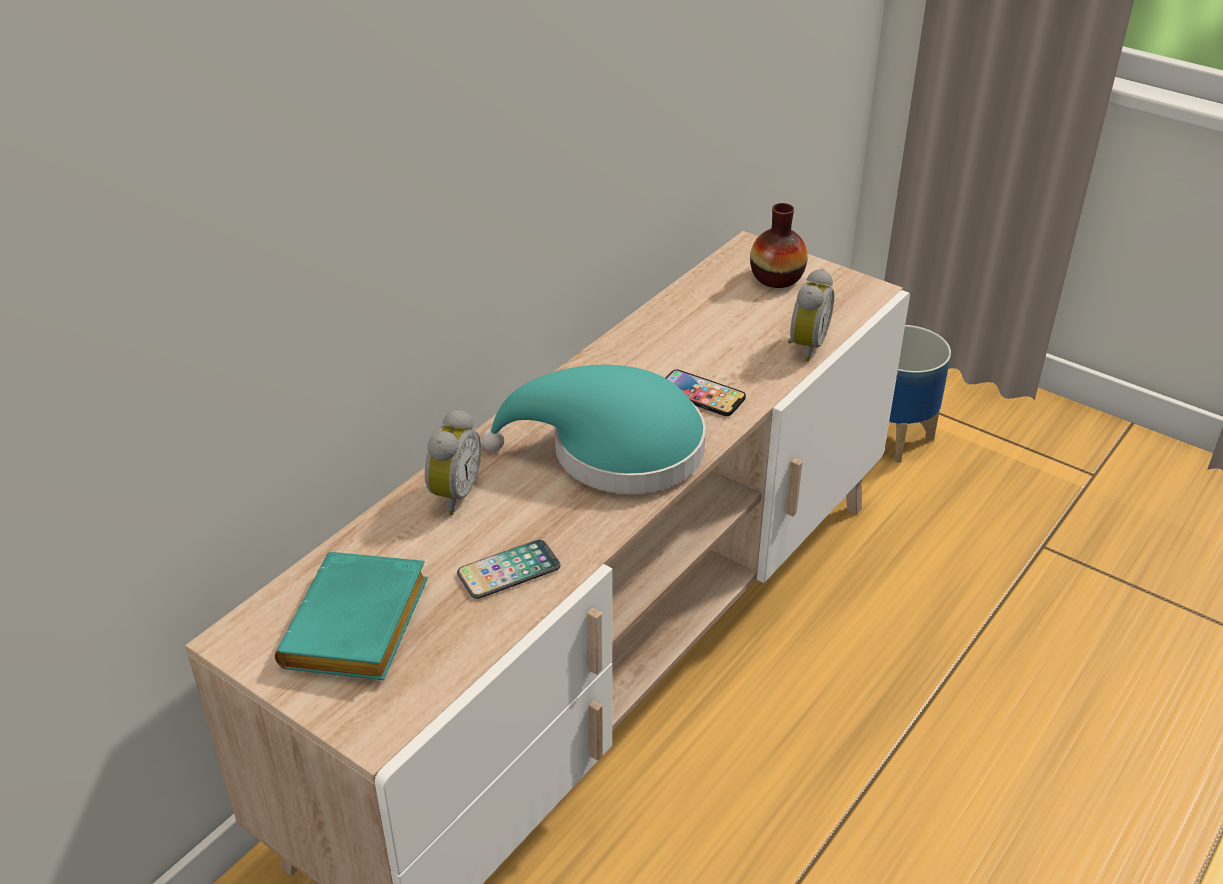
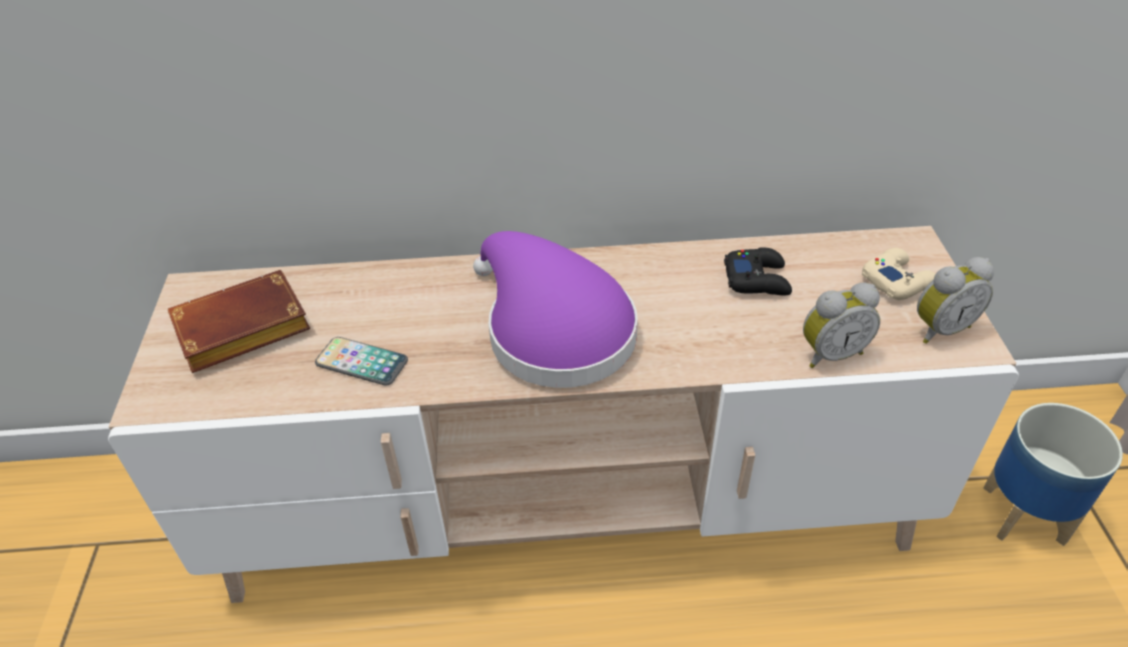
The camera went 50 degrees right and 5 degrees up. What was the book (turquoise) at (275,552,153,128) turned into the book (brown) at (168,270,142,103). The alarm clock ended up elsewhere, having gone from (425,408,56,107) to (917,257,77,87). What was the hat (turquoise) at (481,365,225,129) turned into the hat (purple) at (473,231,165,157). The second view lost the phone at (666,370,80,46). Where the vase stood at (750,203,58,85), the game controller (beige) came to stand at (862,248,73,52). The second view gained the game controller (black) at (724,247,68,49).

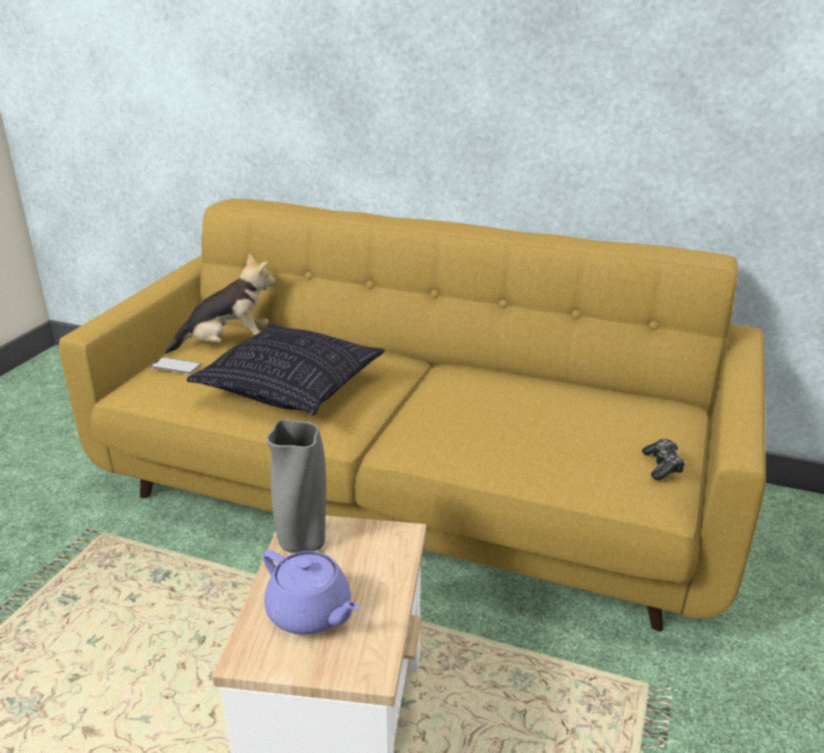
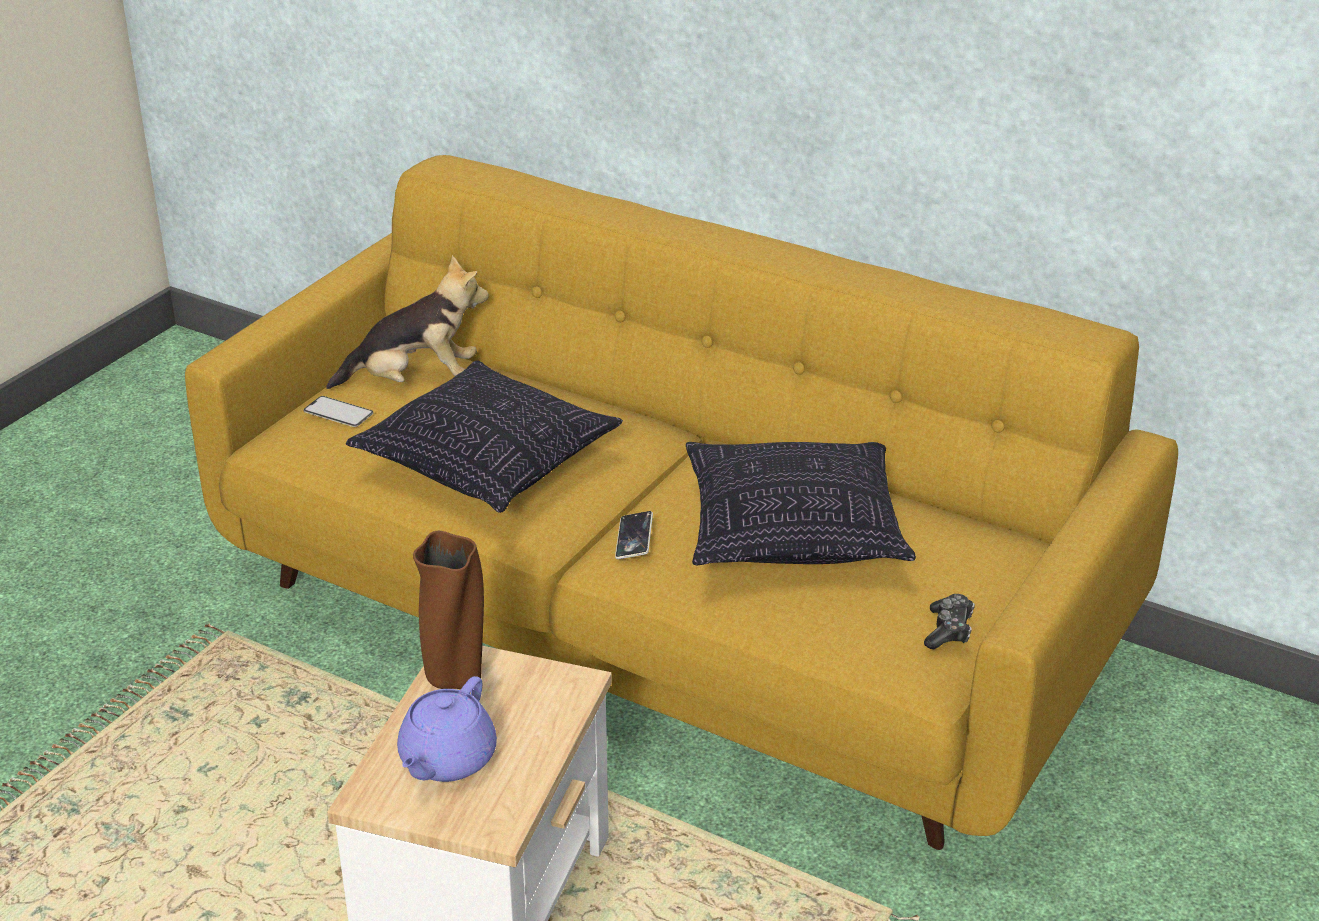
The camera went 10 degrees right and 5 degrees up. The teapot (purple) at (263,550,97,84) ended up facing another way, 60 degrees clockwise from before. What was the vase (grey) at (266,419,60,134) turned into the vase (brown) at (413,531,71,158). The second view gained the phone at (615,511,38,48). The second view gained the pillow at (686,442,230,123).

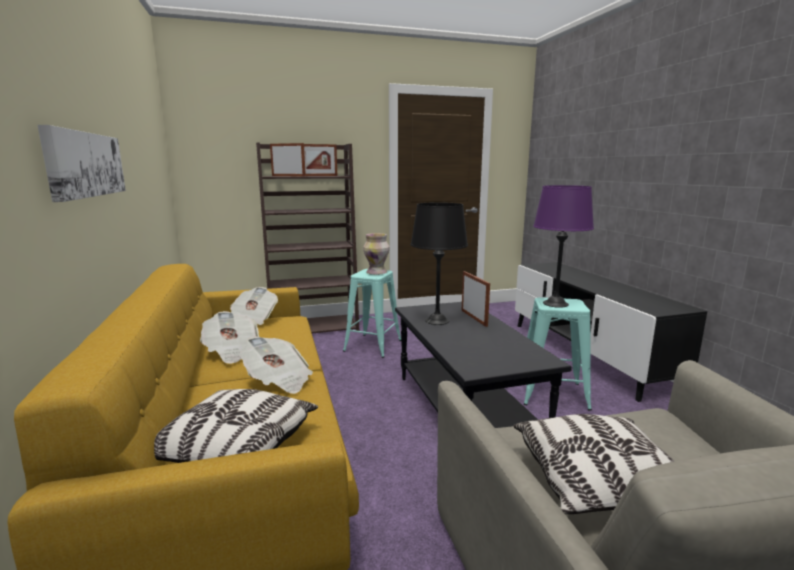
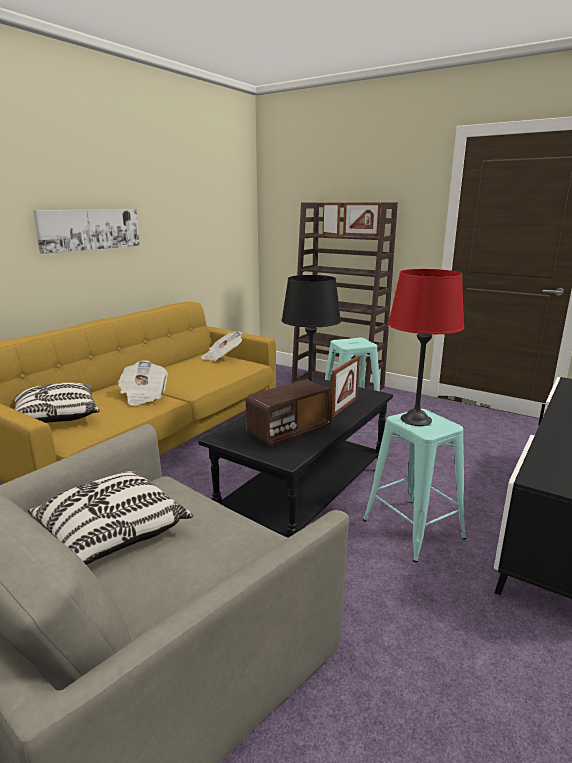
The camera went 50 degrees right and 5 degrees up. The second view lost the newspaper at (200,311,59,53). The second view lost the vase at (363,233,27,42). What was the table lamp (purple) at (533,185,61,123) turned into the table lamp (red) at (388,269,76,157). The second view gained the radio at (246,379,86,67).

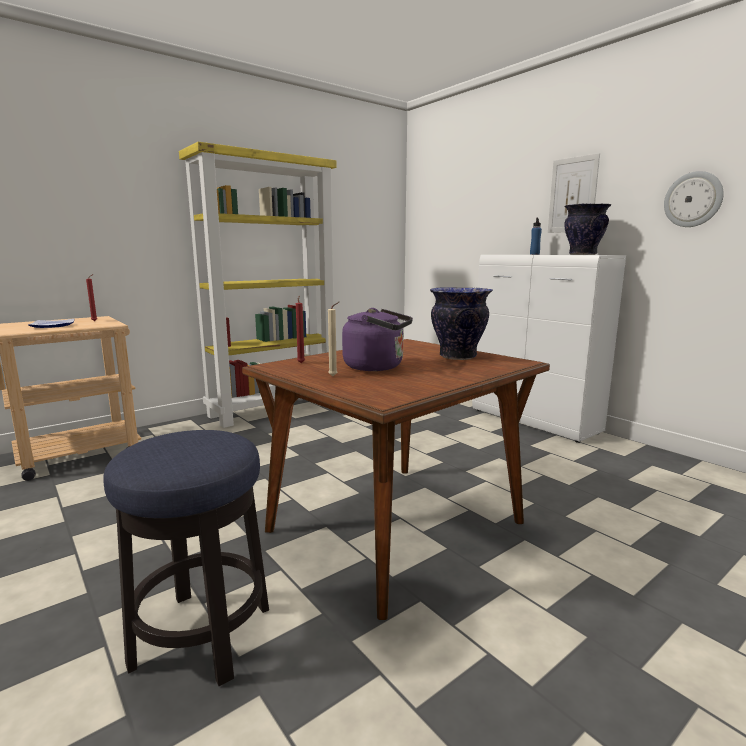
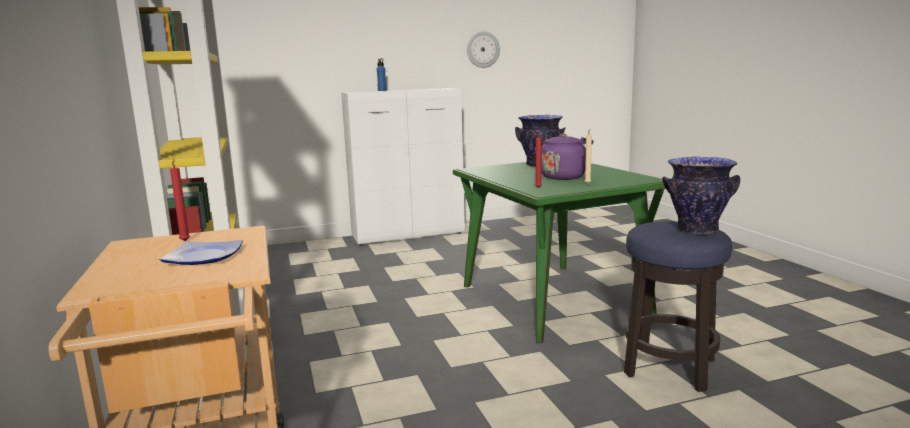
The camera went 70 degrees left and 0 degrees up. What was the dining table (brown) at (242,339,308,281) turned into the dining table (green) at (453,162,213,181). The second view lost the picture at (548,153,52,80). The vase ended up elsewhere, having gone from (564,203,47,52) to (662,157,78,77).

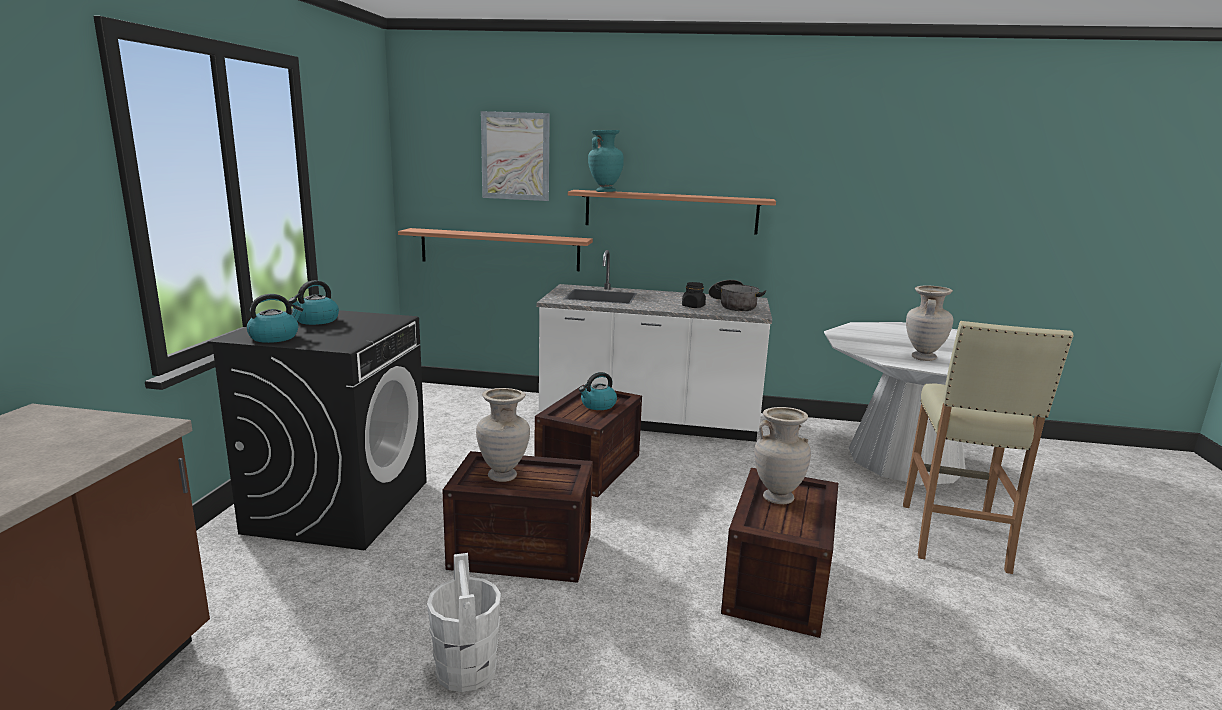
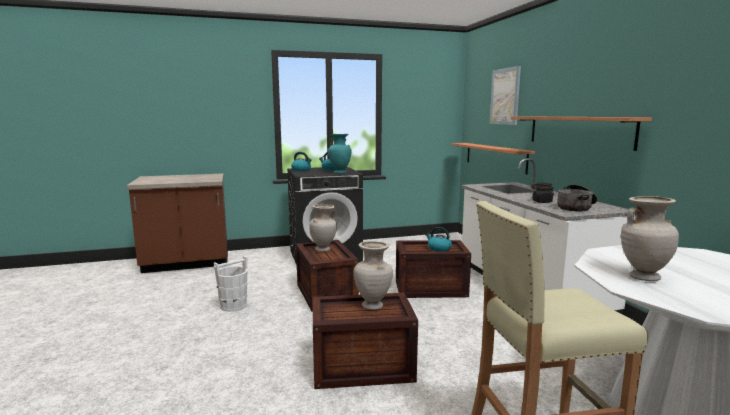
The camera went 65 degrees right and 5 degrees down. The vase (turquoise) ended up elsewhere, having gone from (588,130,36,62) to (328,134,23,39).

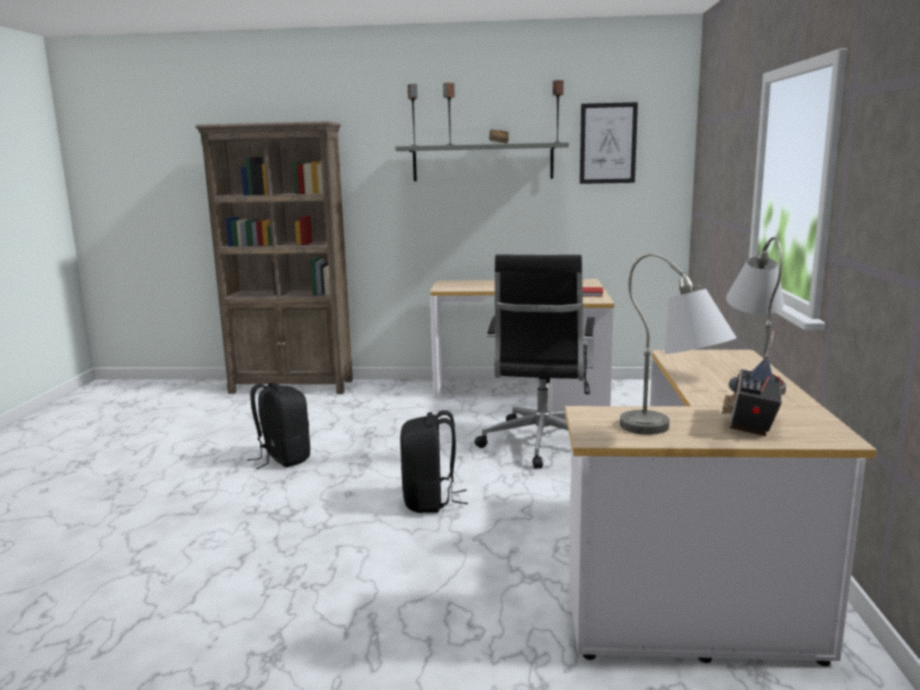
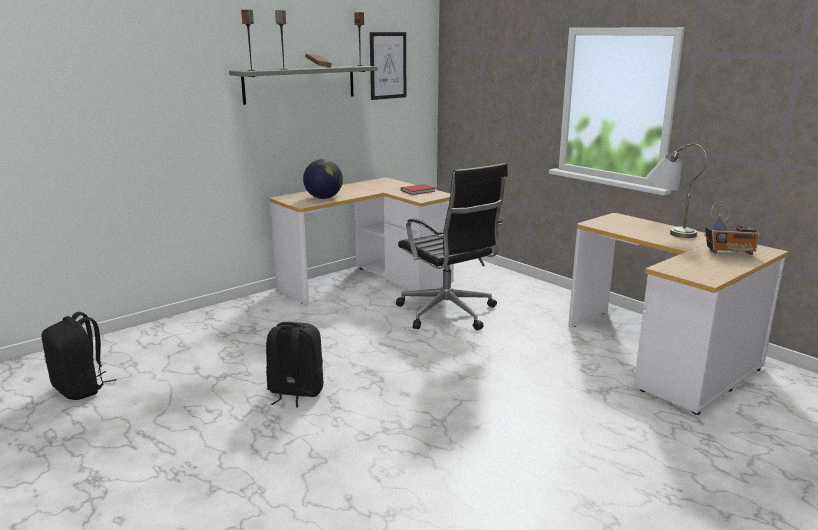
The camera went 45 degrees left and 5 degrees up. The second view lost the bookcase (brown) at (195,121,158,273). The backpack (black) ended up elsewhere, having gone from (400,410,68,103) to (41,312,75,88). The second view lost the table lamp (grey) at (620,253,117,182). The radio at (722,331,61,105) ended up facing another way, 60 degrees counterclockwise from before. The second view gained the globe at (303,159,40,40).

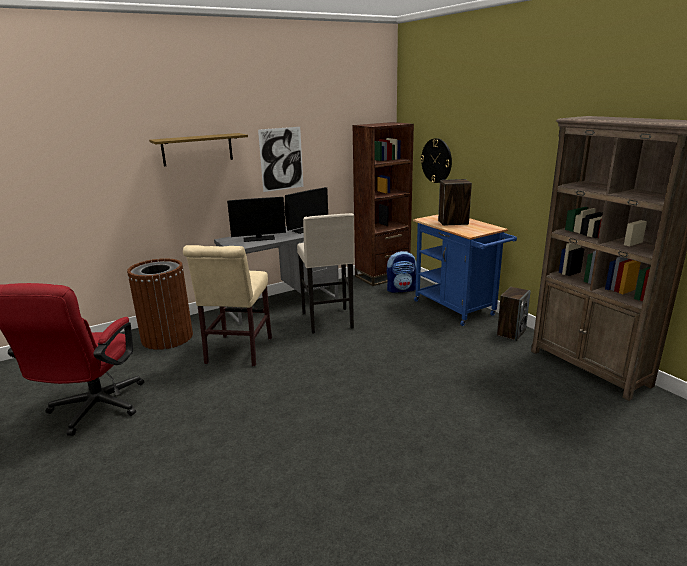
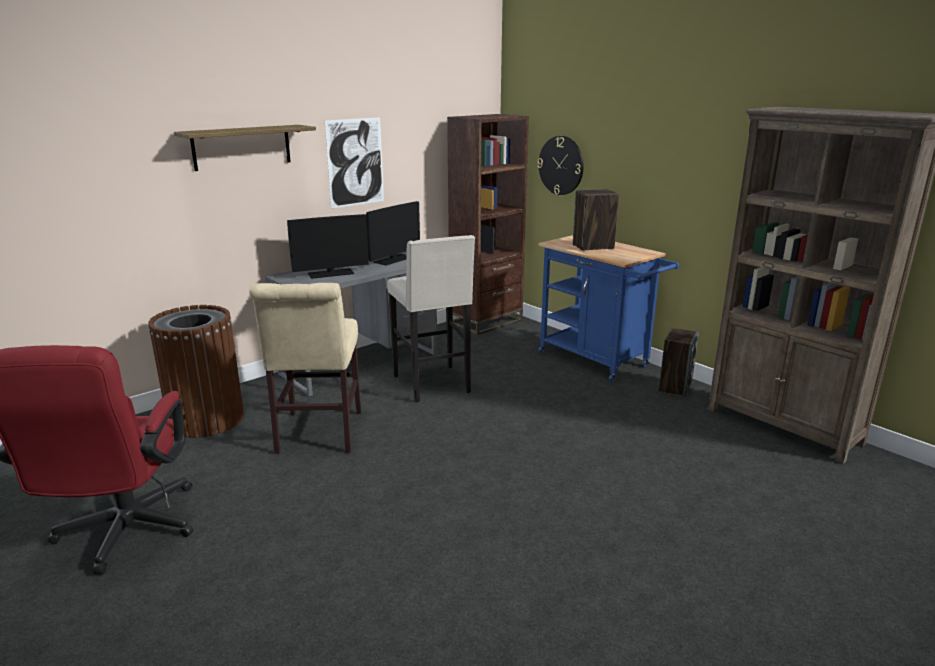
The camera went 10 degrees left and 0 degrees up. The second view lost the backpack at (387,251,29,42).

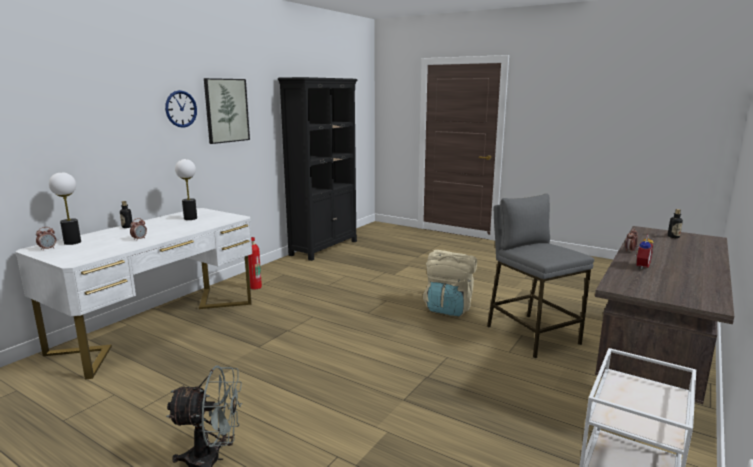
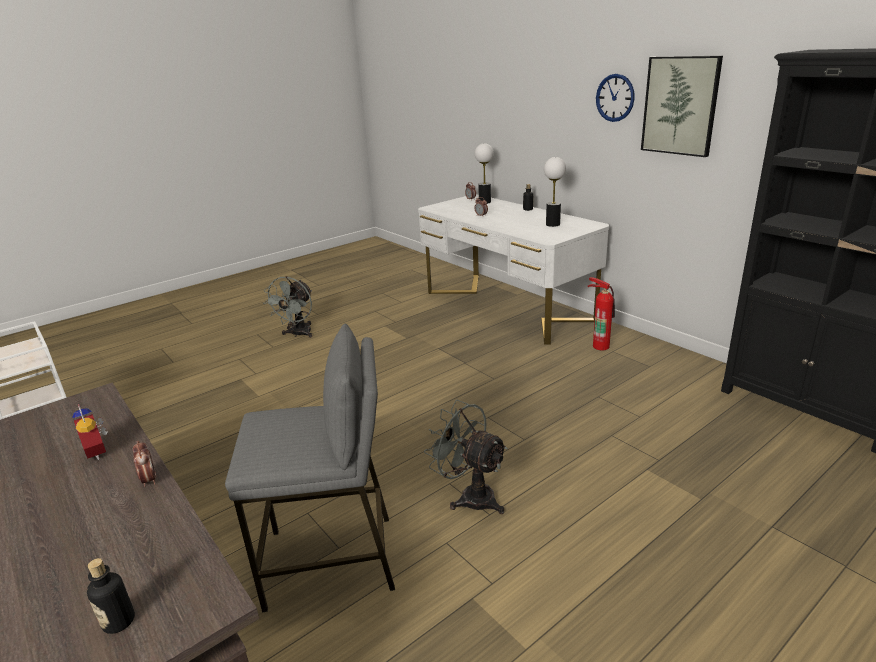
The camera went 110 degrees right and 10 degrees up. Where the backpack (beige) stood at (423,250,54,67), the fan (grey) came to stand at (424,400,84,114).

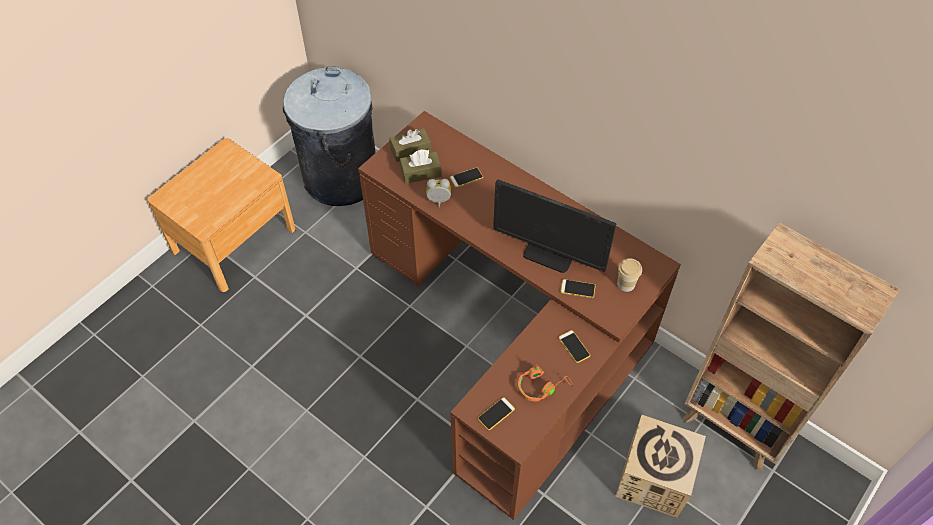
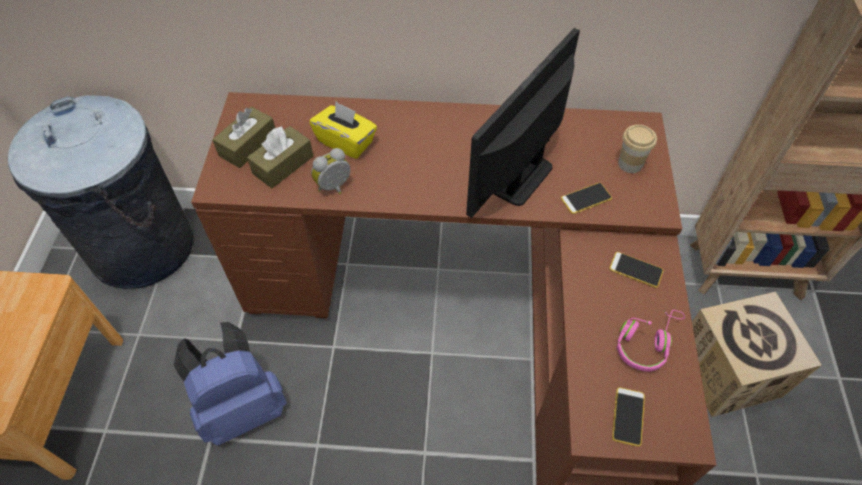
The camera went 35 degrees left and 0 degrees up. Where the phone stood at (450,167,33,21), the tissue box (yellow) came to stand at (310,101,67,58). The monitor at (493,179,123,94) ended up facing another way, 135 degrees clockwise from before. What was the headphones (orange) at (518,364,55,37) turned into the headphones (pink) at (617,310,68,61). The second view gained the backpack (blue) at (174,322,113,124).

